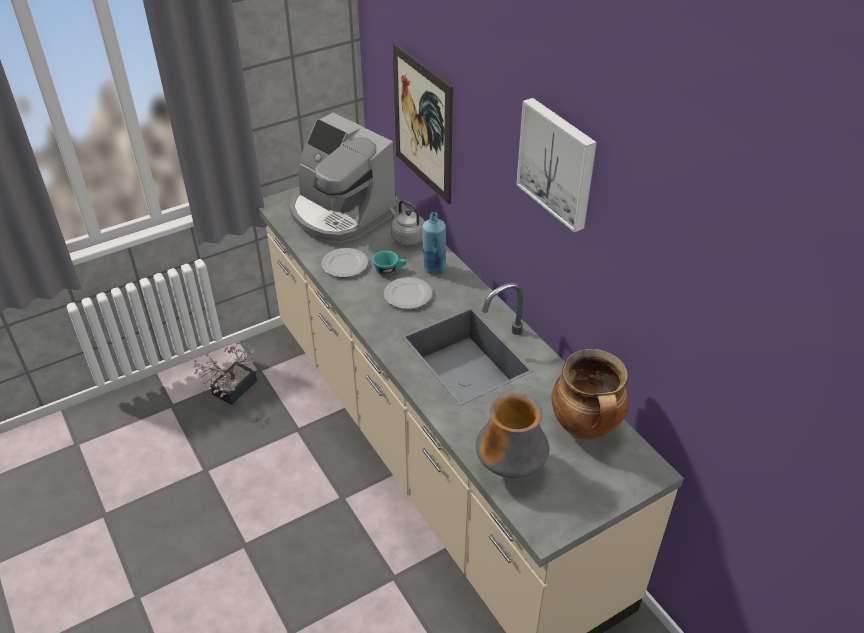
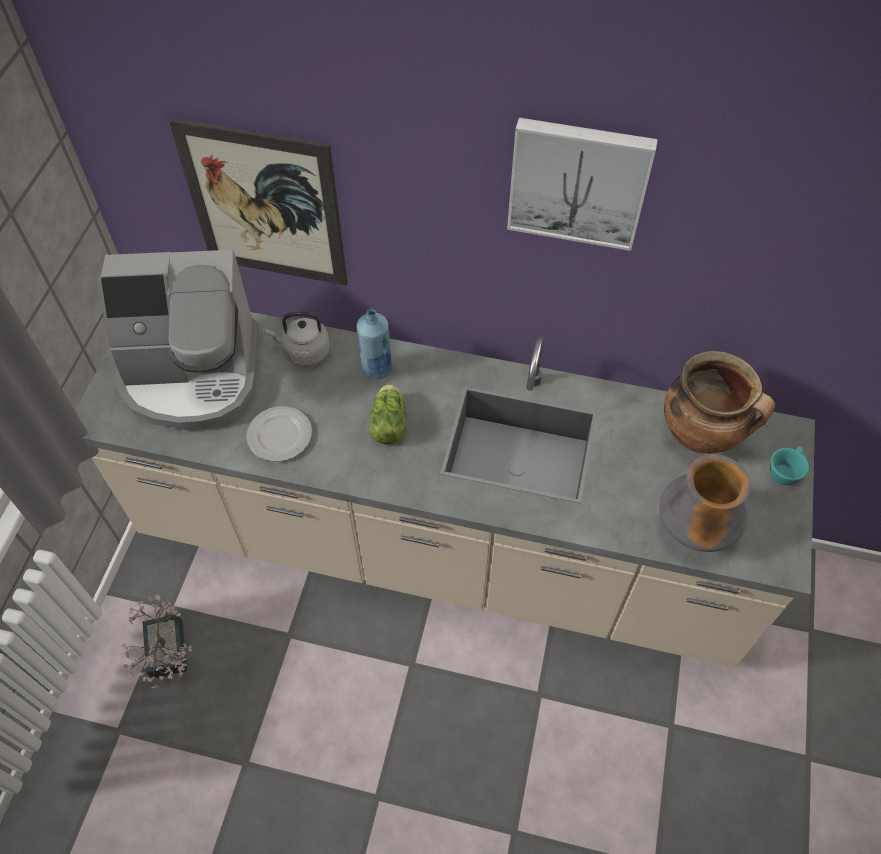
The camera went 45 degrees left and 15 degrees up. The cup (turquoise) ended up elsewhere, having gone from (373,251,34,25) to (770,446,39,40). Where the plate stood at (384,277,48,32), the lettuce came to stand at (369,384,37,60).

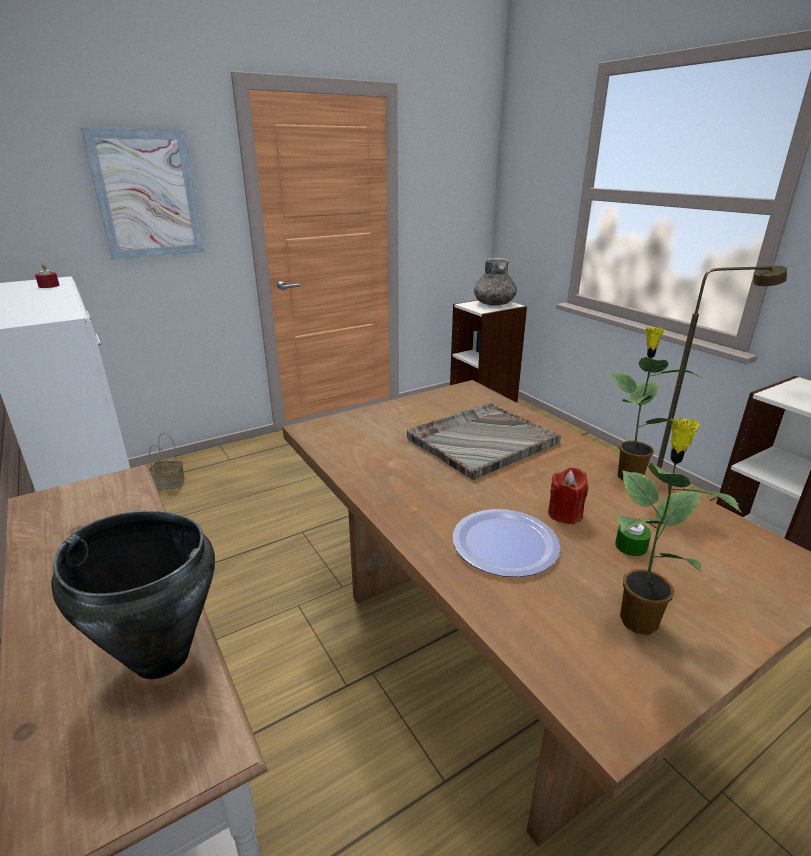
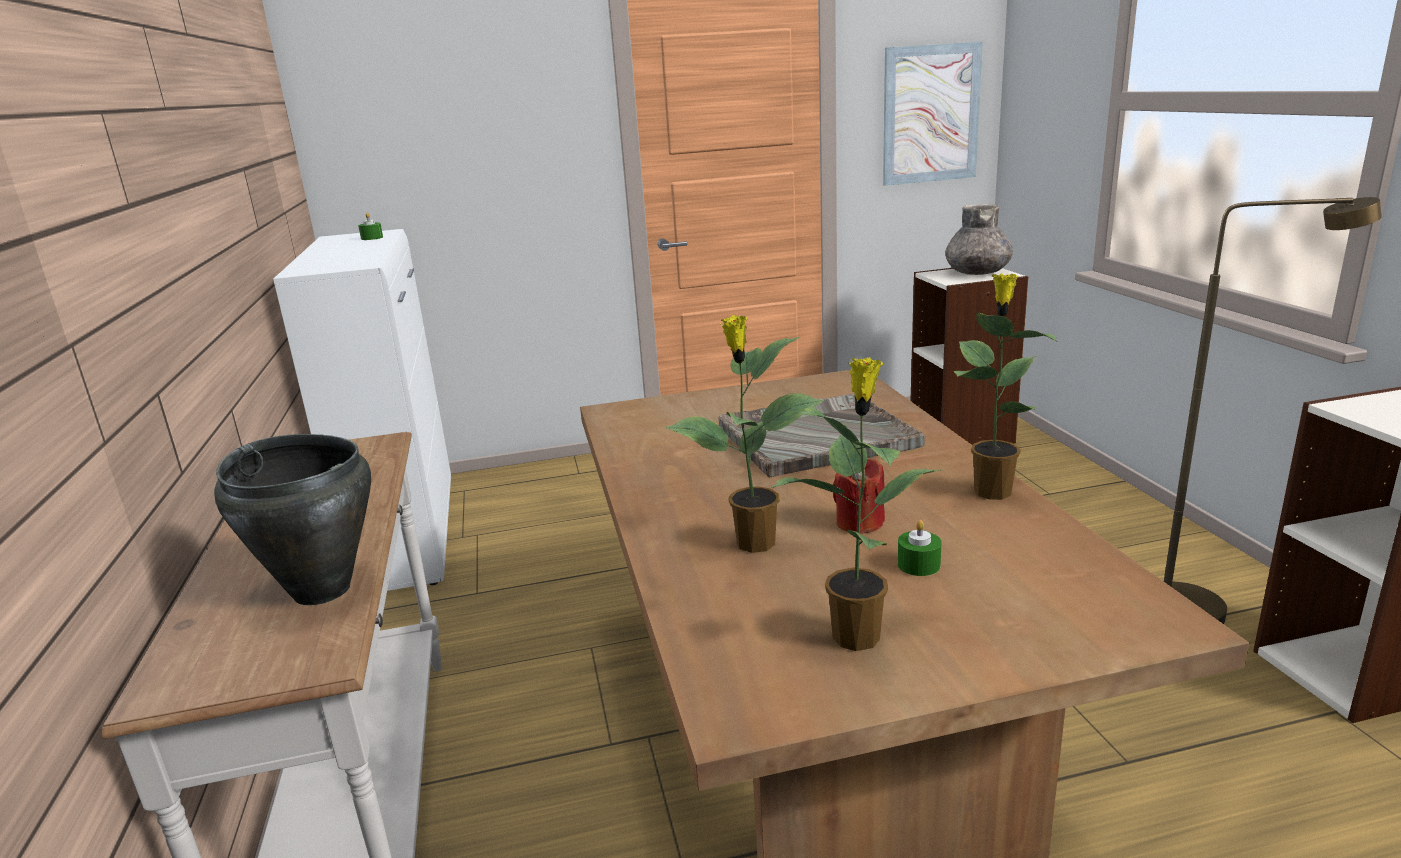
The camera went 20 degrees right and 5 degrees down. What was the candle (red) at (35,264,24,24) turned into the candle (green) at (358,212,25,28). The picture ended up elsewhere, having gone from (81,128,124,132) to (883,42,100,144). The second view lost the basket at (149,432,36,58). Where the plate stood at (453,509,107,68), the potted plant came to stand at (665,315,159,238).

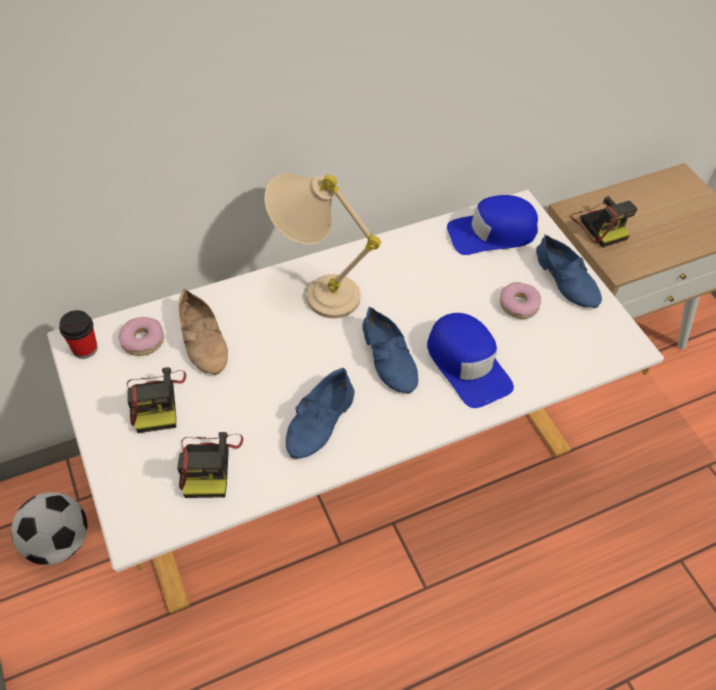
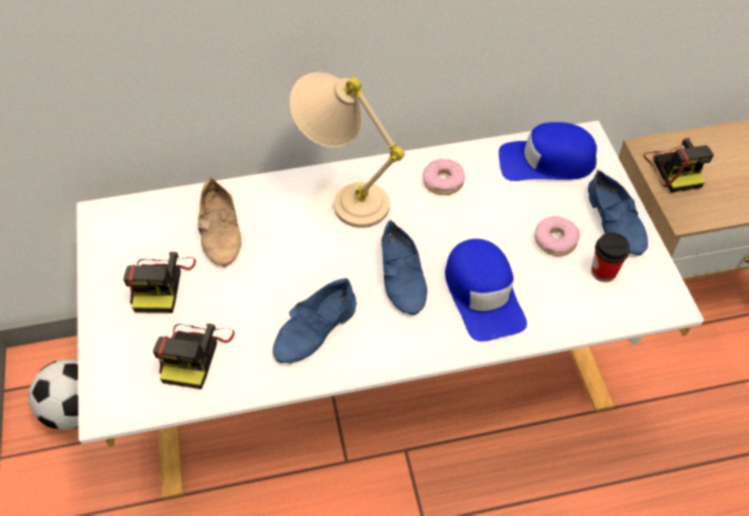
The camera went 15 degrees right and 0 degrees up. The cup ended up elsewhere, having gone from (59,310,39,49) to (591,232,39,50). The donut ended up elsewhere, having gone from (118,317,46,39) to (423,159,42,36).

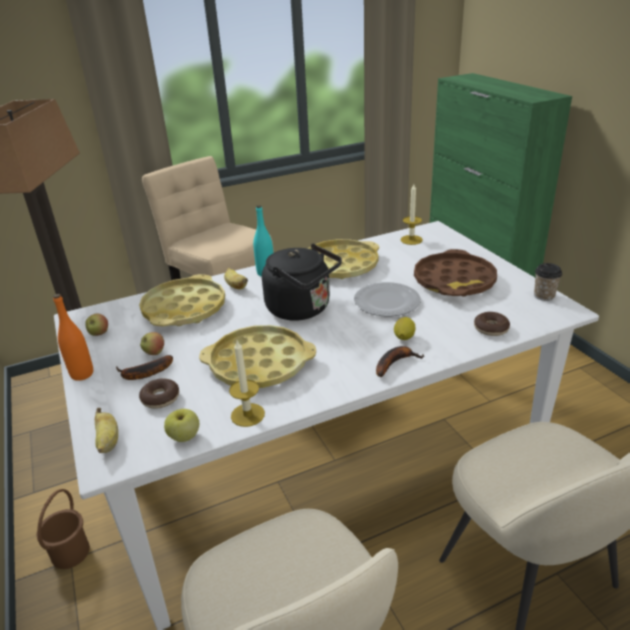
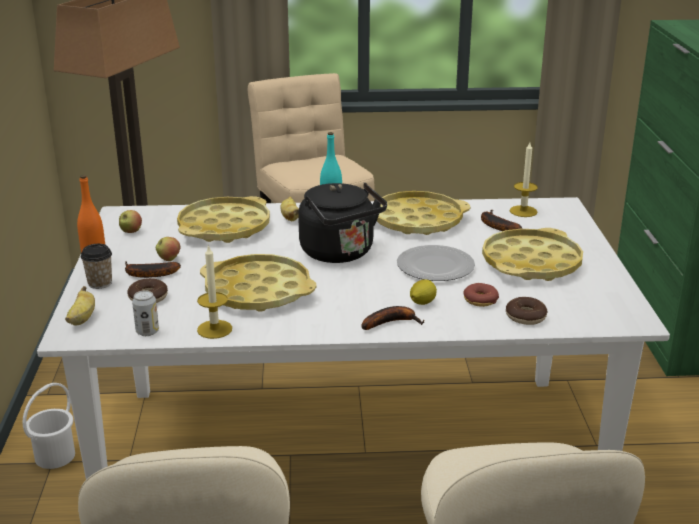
The camera went 20 degrees right and 5 degrees down. What was the bucket (brown) at (37,489,53,80) turned into the bucket (white) at (22,383,53,86). Where the apple stood at (164,409,35,33), the can came to stand at (132,290,27,46). What was the tray (brown) at (414,249,83,47) turned into the tray (yellow) at (482,228,101,53). The cup ended up elsewhere, having gone from (534,263,28,38) to (81,244,31,45). The second view gained the donut at (464,283,35,24). The second view gained the banana at (481,210,41,21).

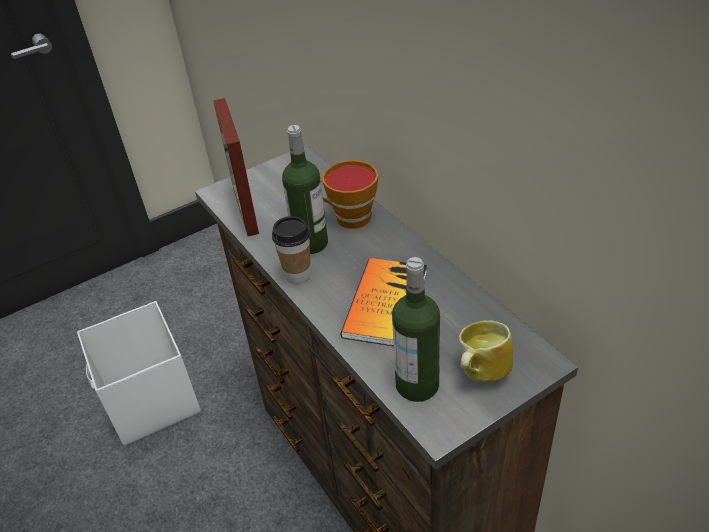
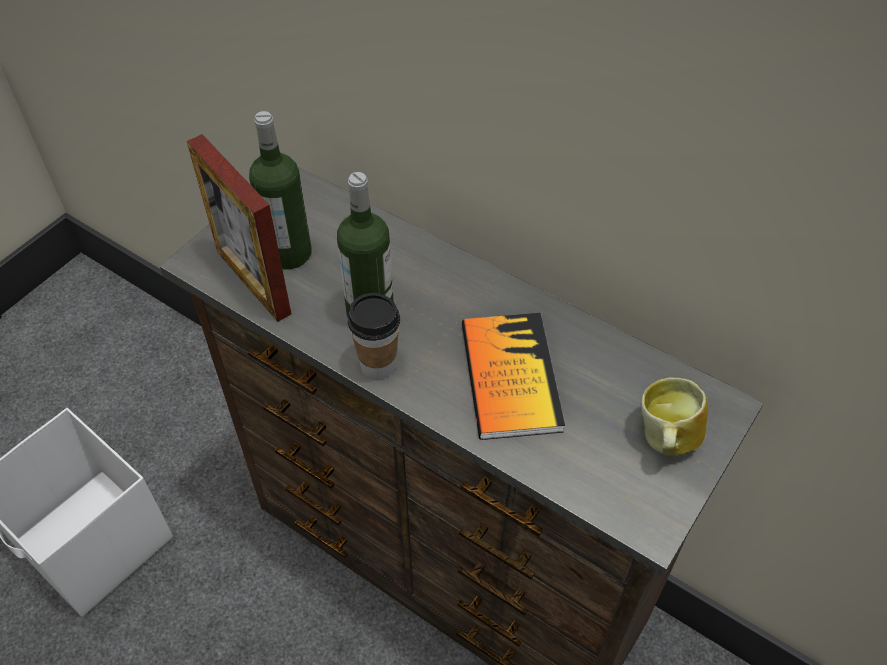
The camera went 25 degrees left and 10 degrees up. The second view lost the cup at (320,160,59,69). The bottle ended up elsewhere, having gone from (392,257,48,145) to (249,111,63,158).

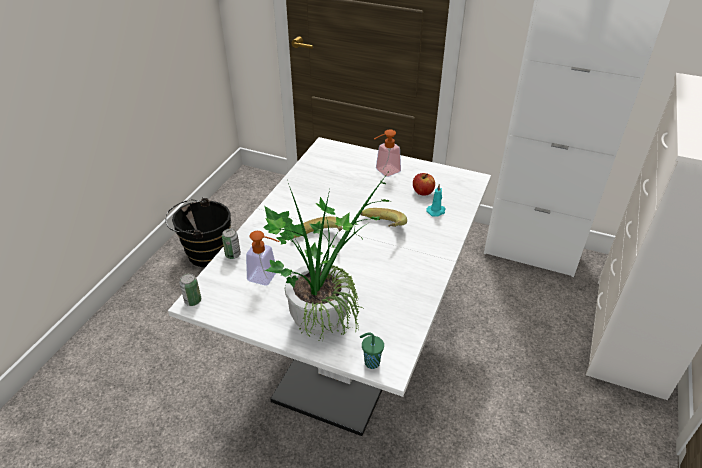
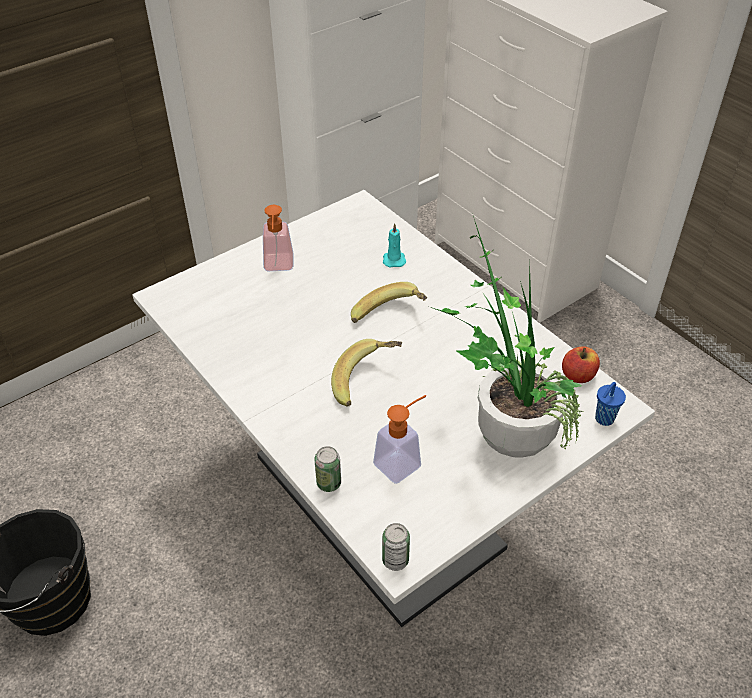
The camera went 60 degrees left and 5 degrees up. What was the cup (green) at (360,333,24,36) turned into the cup (blue) at (595,382,31,44). The apple ended up elsewhere, having gone from (413,173,22,22) to (562,346,38,37).

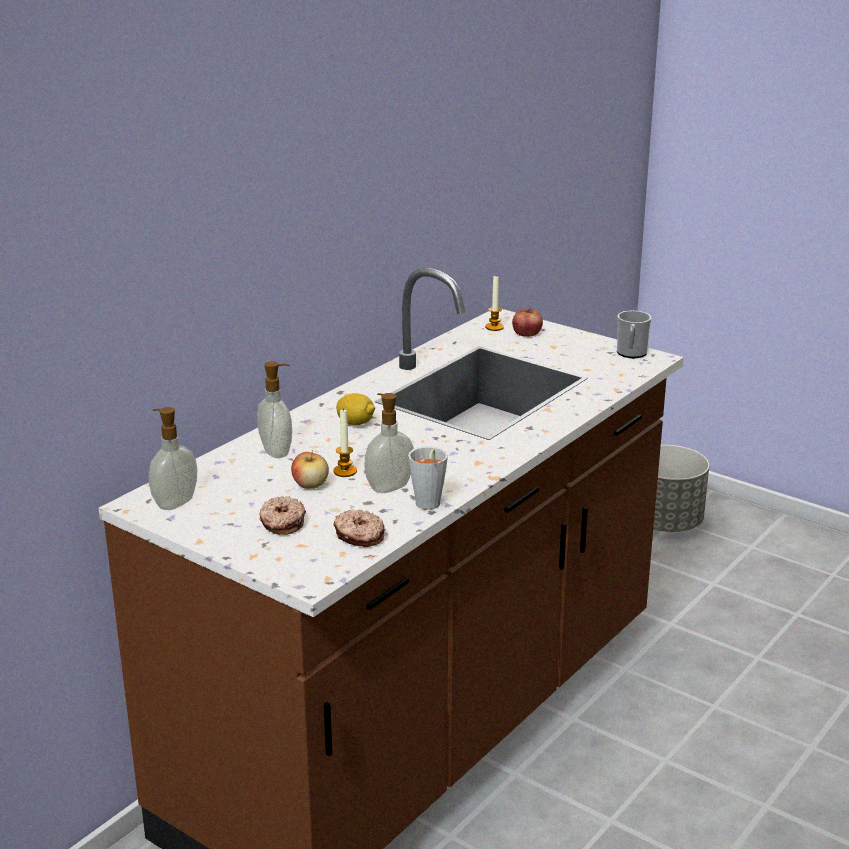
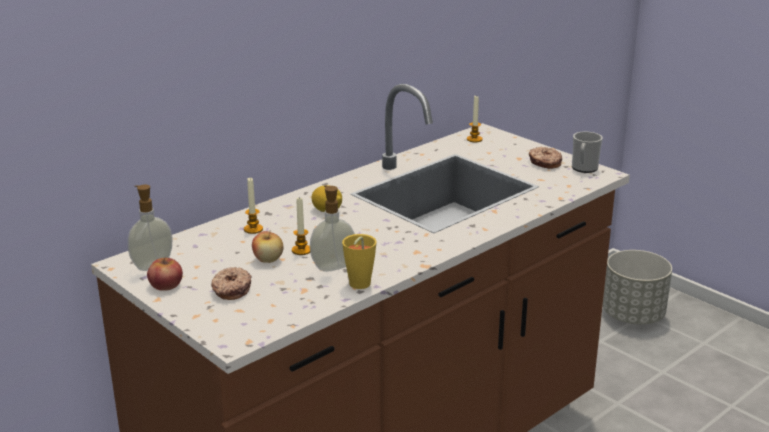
The camera went 10 degrees right and 0 degrees up. Where the soap dispenser stood at (257,361,35,97), the candle came to stand at (244,178,19,56). The donut ended up elsewhere, having gone from (333,509,52,38) to (529,147,33,22). What was the cup (grey) at (408,446,40,64) turned into the cup (yellow) at (342,234,34,55). The apple ended up elsewhere, having gone from (512,306,31,31) to (147,257,36,34).

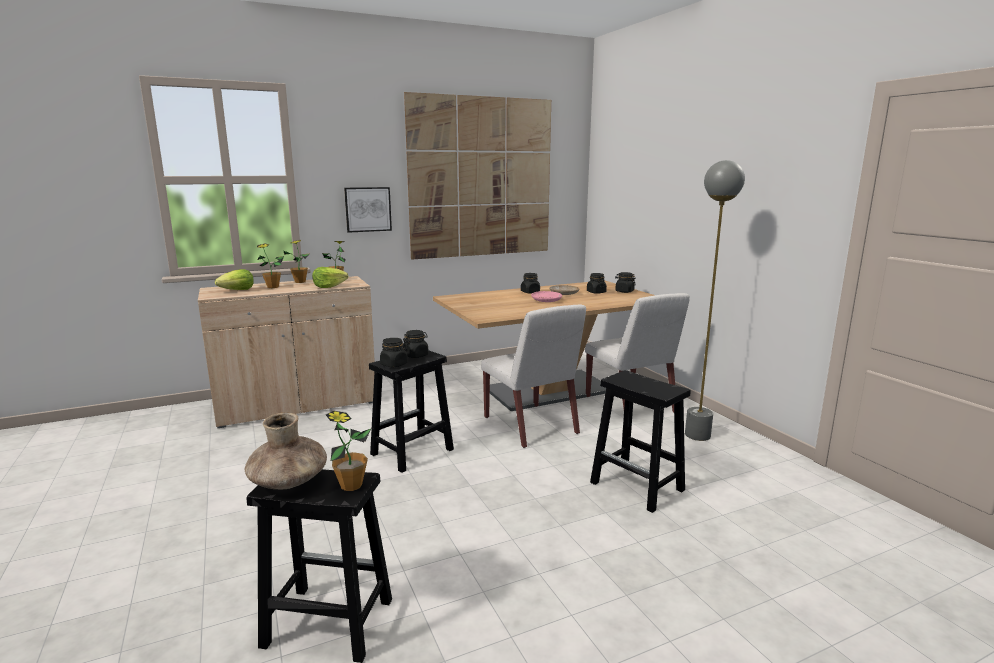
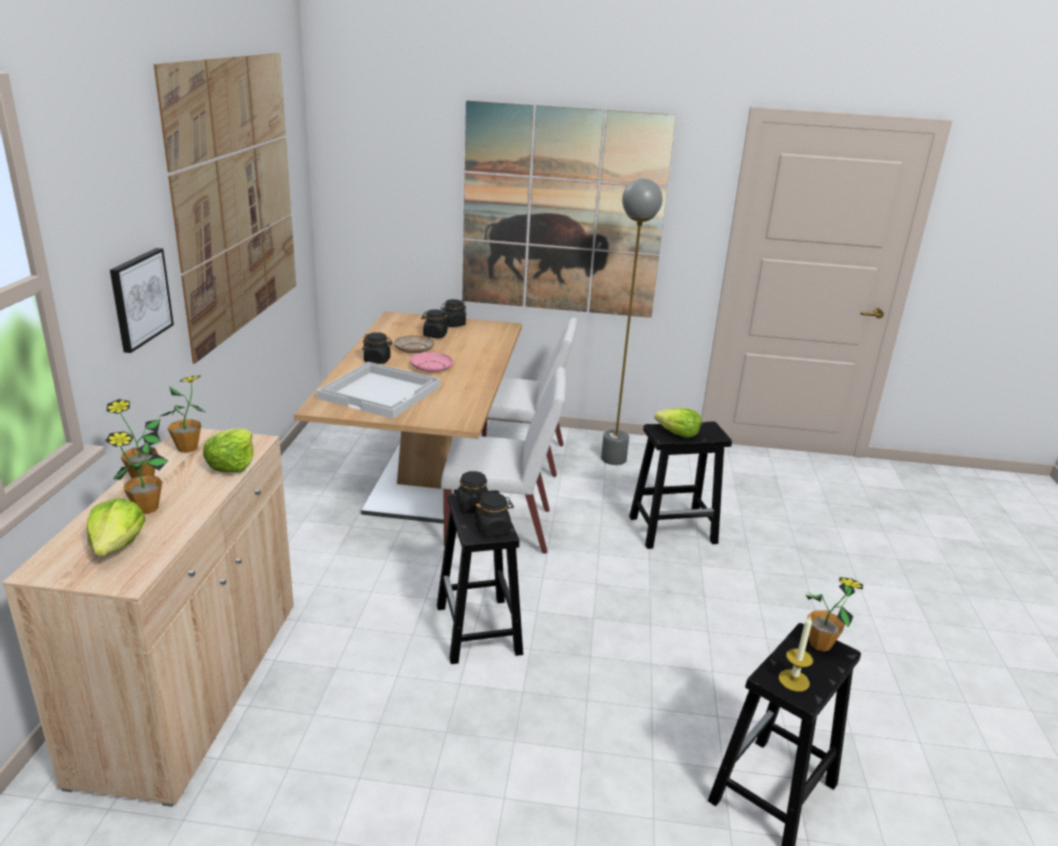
The camera went 60 degrees left and 10 degrees up. Where the vase (brown) stood at (245,413,82,77), the candle came to stand at (779,616,34,75). The second view gained the tray (white) at (316,362,125,56). The second view gained the picture at (462,101,214,217). The second view gained the lettuce at (655,408,47,30).

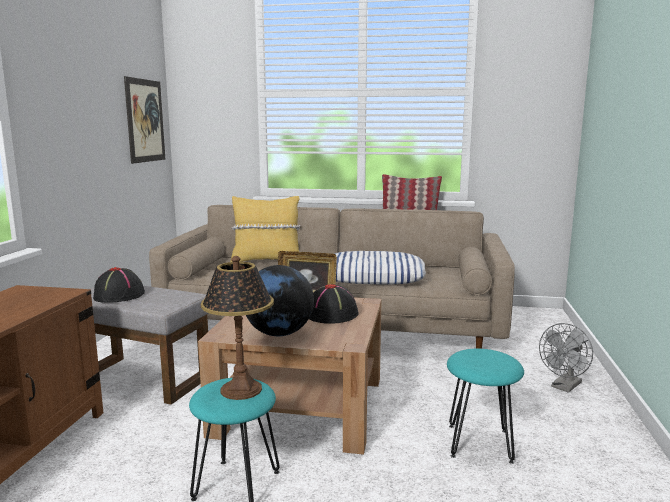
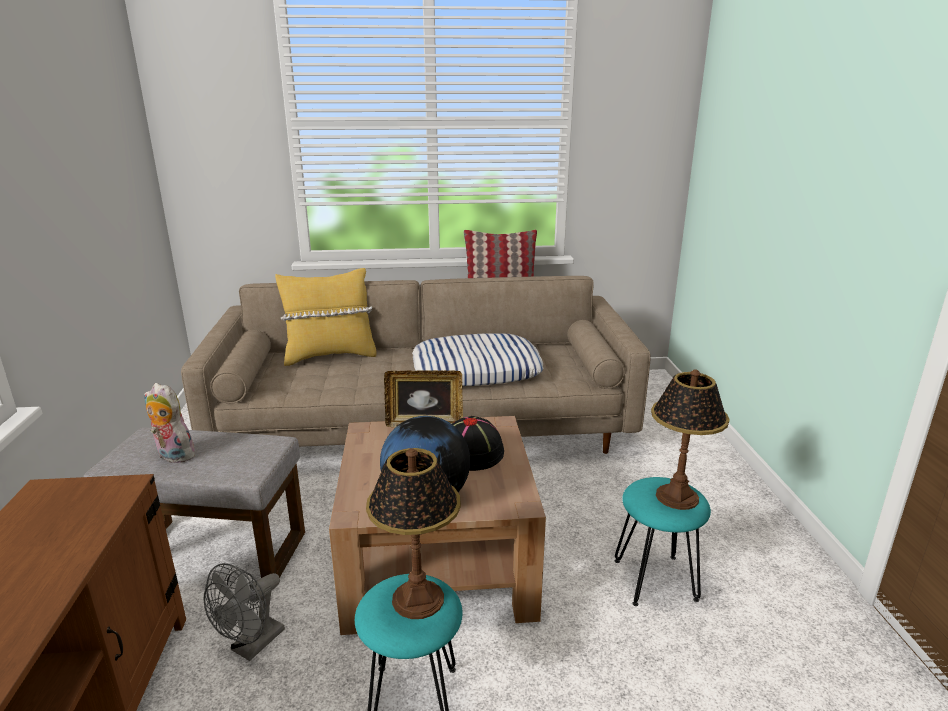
The camera went 15 degrees left and 10 degrees up. Where the hat (black) stood at (93,267,52,36), the plush toy came to stand at (144,383,54,80). The second view lost the picture at (124,76,41,88). The fan (grey) ended up elsewhere, having gone from (539,323,54,70) to (204,563,81,98). The second view gained the table lamp at (651,370,79,140).

